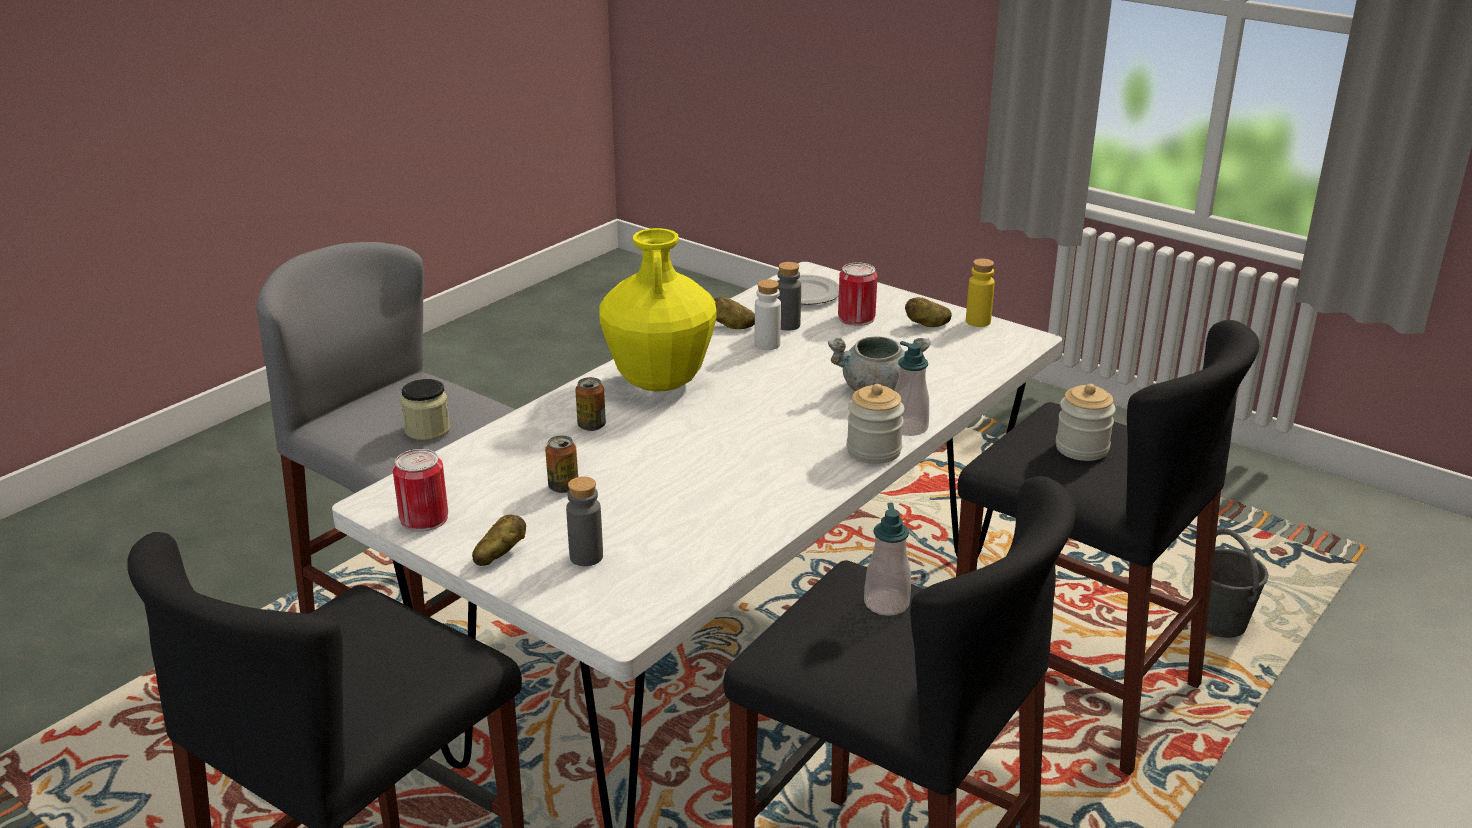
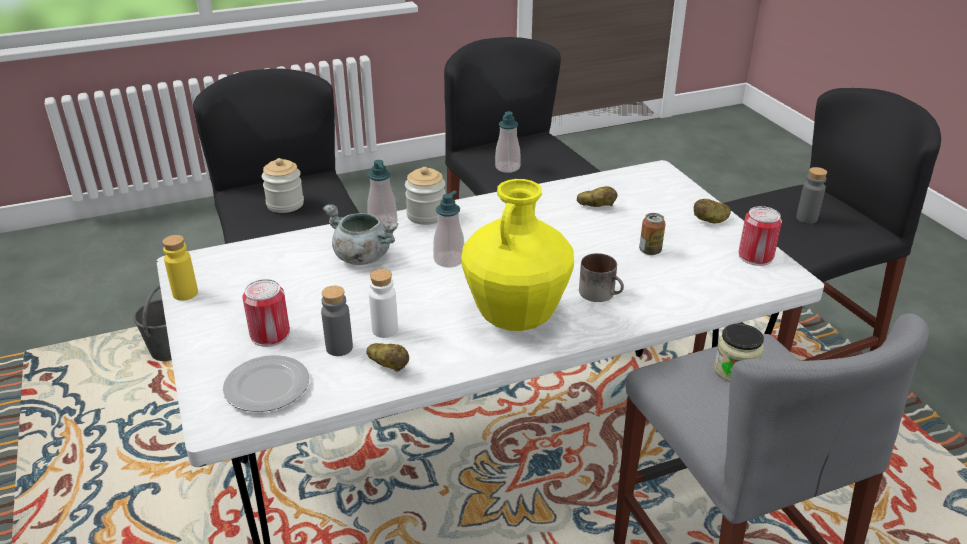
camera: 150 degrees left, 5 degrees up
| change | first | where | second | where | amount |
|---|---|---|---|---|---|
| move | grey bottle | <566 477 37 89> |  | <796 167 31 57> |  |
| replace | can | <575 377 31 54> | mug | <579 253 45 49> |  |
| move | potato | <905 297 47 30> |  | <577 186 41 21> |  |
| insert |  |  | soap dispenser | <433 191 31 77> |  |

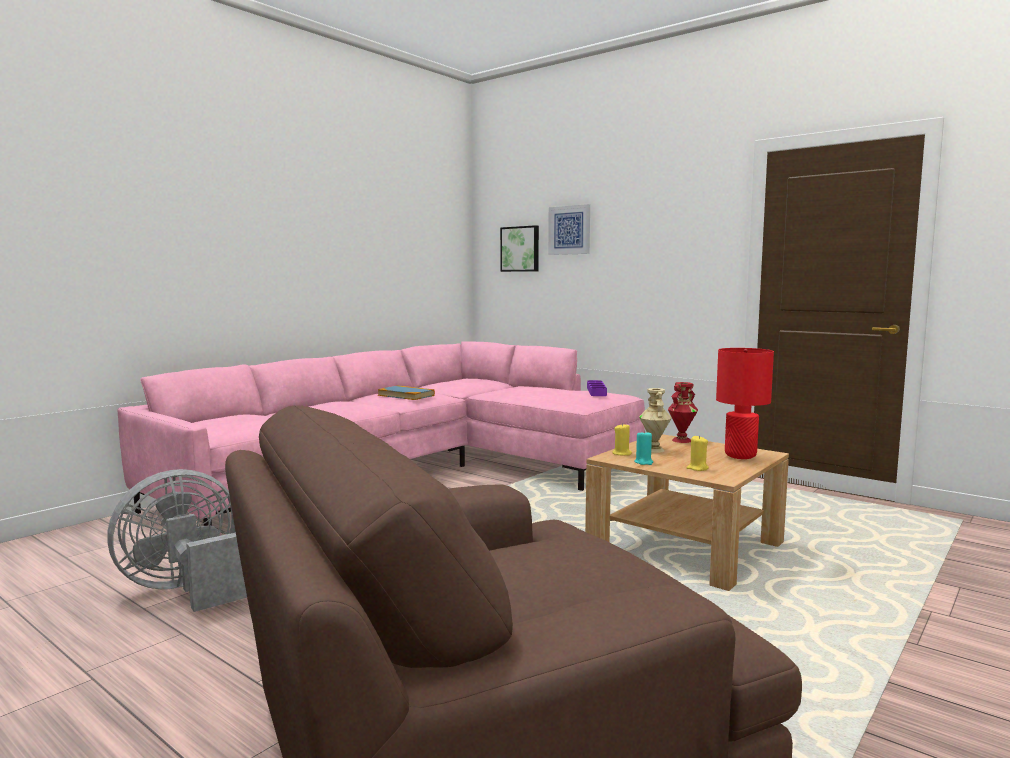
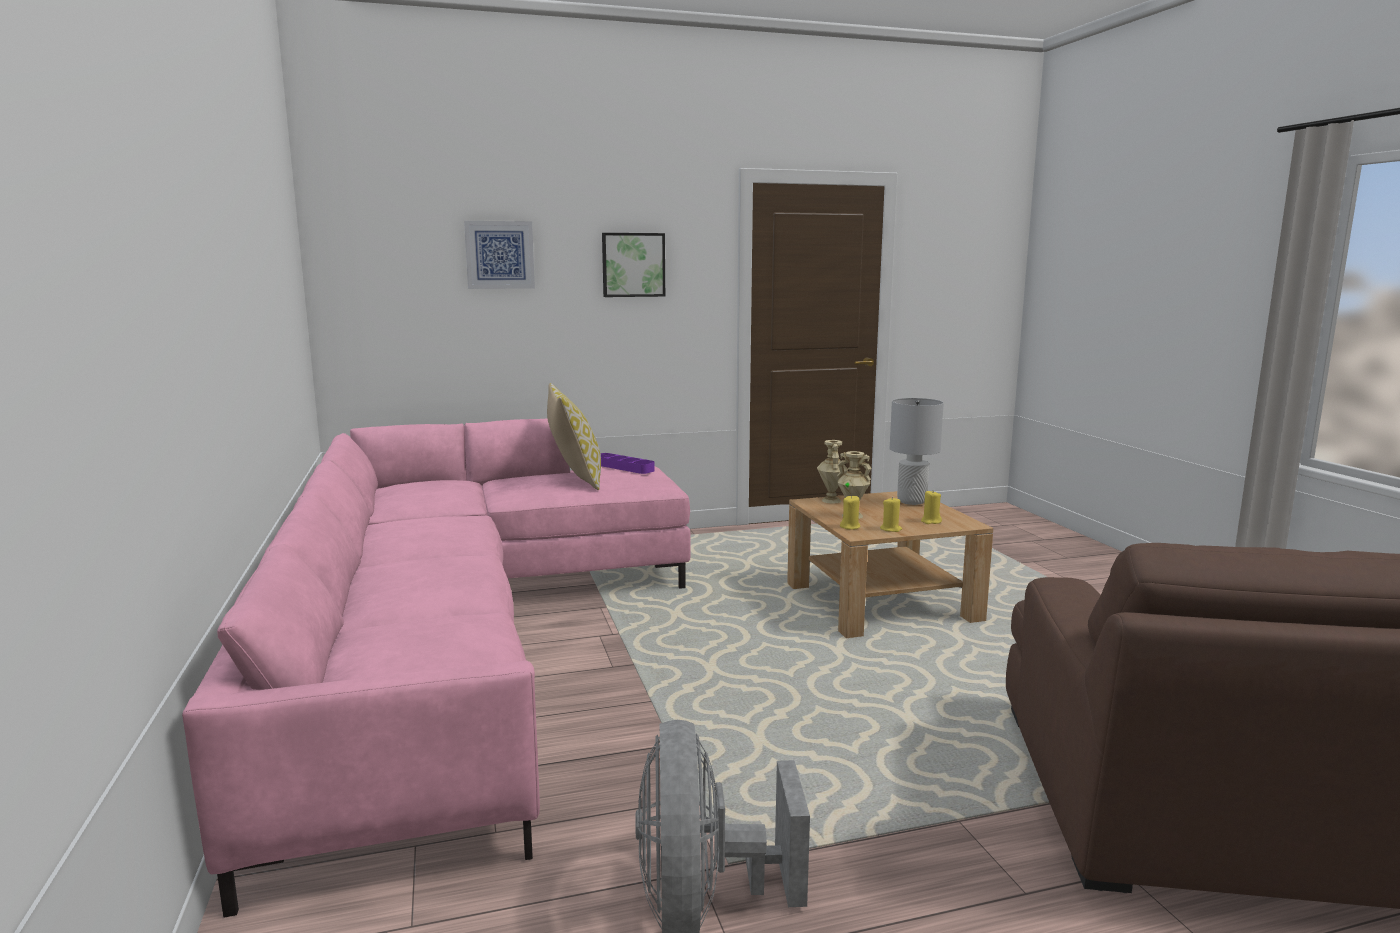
camera: 55 degrees left, 5 degrees up
| change | first | where | second | where | amount |
|---|---|---|---|---|---|
| delete | book | <378 385 57 15> |  |  |  |
| move | picture | <500 225 39 47> |  | <602 233 63 64> |  |
| recolor | turquoise candle | <634 430 19 35> | yellow candle | <880 497 22 35> |  |
| recolor | red vase | <668 382 30 61> | beige vase | <817 440 31 64> |  |
| recolor | red table lamp | <716 348 58 111> | grey table lamp | <890 398 54 107> |  |
| insert |  |  | pillow | <547 383 54 107> |  |

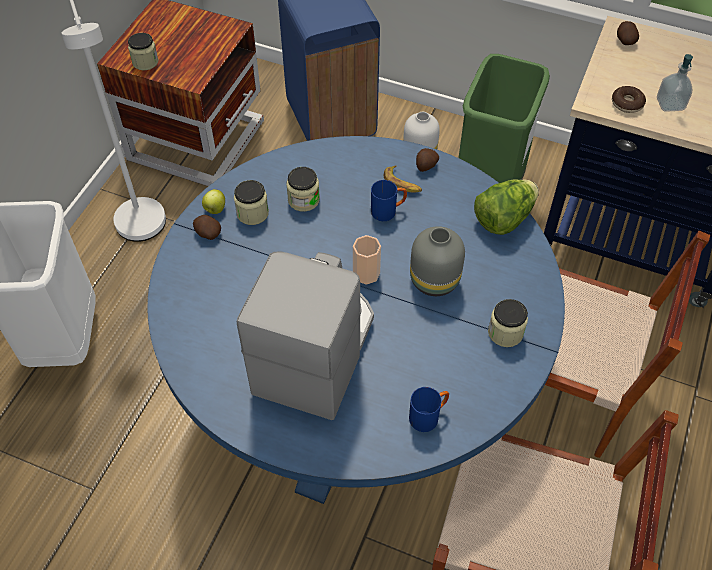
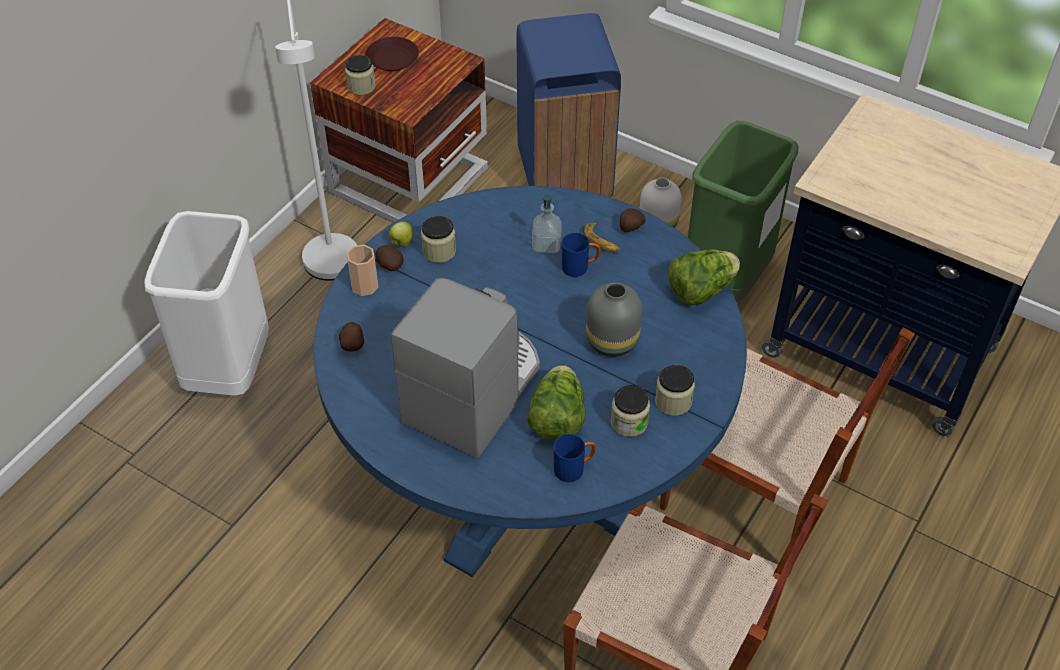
camera: 10 degrees right, 5 degrees down
| change | first | where | second | where | amount |
|---|---|---|---|---|---|
| move | jar | <286 167 34 45> |  | <610 385 40 52> |  |
| move | cup | <353 235 28 50> |  | <346 244 32 52> |  |
| delete | donut | <612 86 34 27> |  |  |  |
| move | potato | <617 21 22 24> |  | <339 322 25 30> |  |
| move | soap dispenser | <657 54 36 58> |  | <532 195 30 58> |  |
| insert |  |  | brown plate | <365 37 54 34> |  |
| insert |  |  | lettuce | <527 365 58 75> |  |

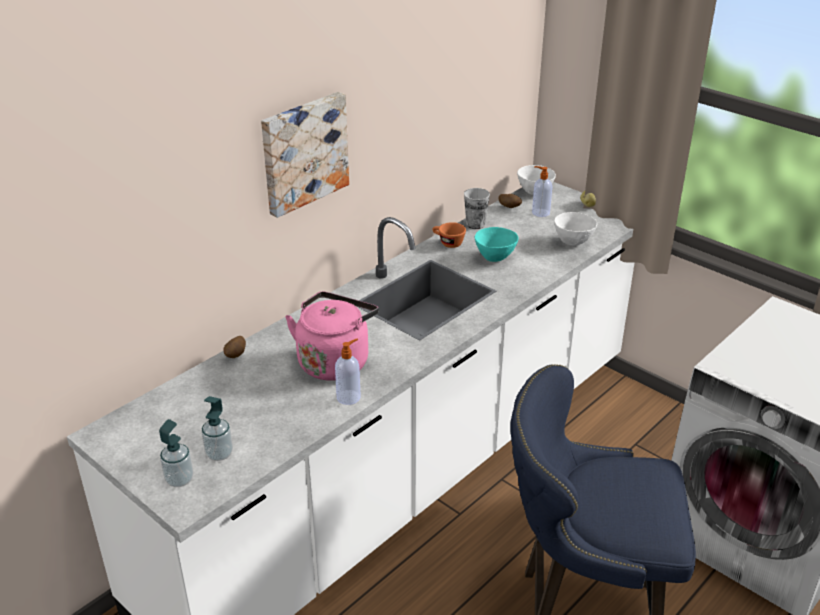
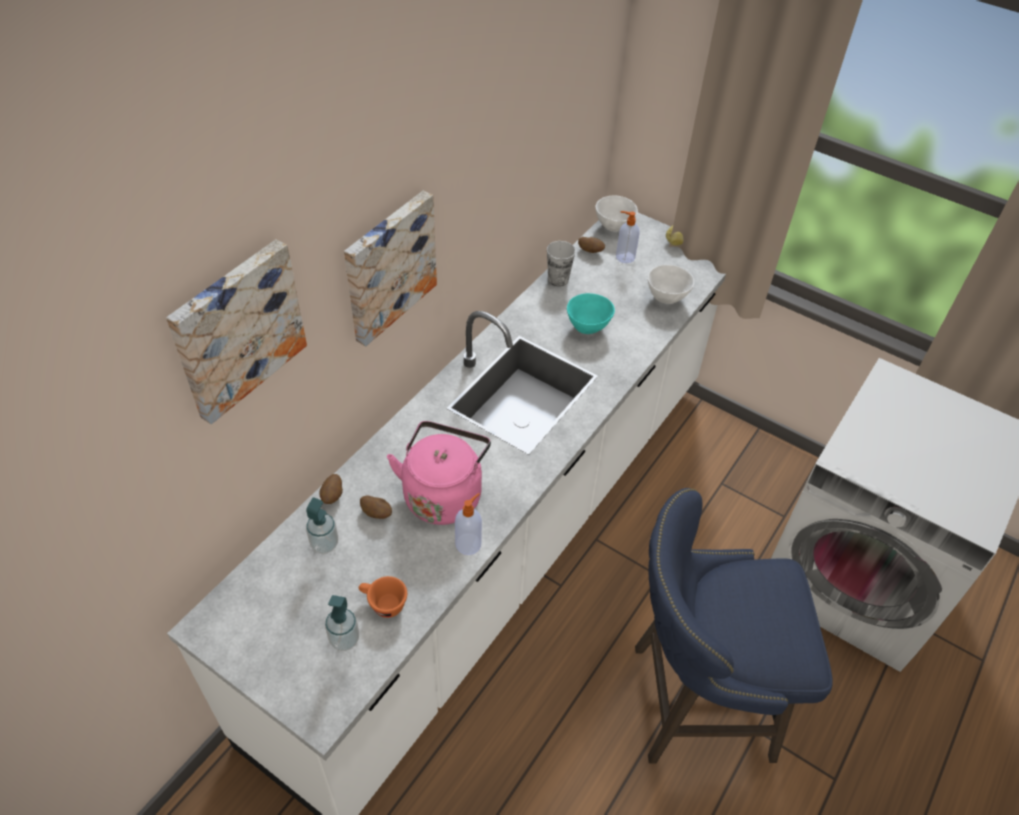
camera: 10 degrees left, 15 degrees up
| change | first | where | second | where | amount |
|---|---|---|---|---|---|
| move | soap dispenser | <159 419 35 68> |  | <306 497 32 57> |  |
| move | orange cup | <432 222 34 26> |  | <358 576 49 42> |  |
| insert |  |  | picture | <166 239 141 185> |  |
| insert |  |  | potato | <360 495 32 24> |  |

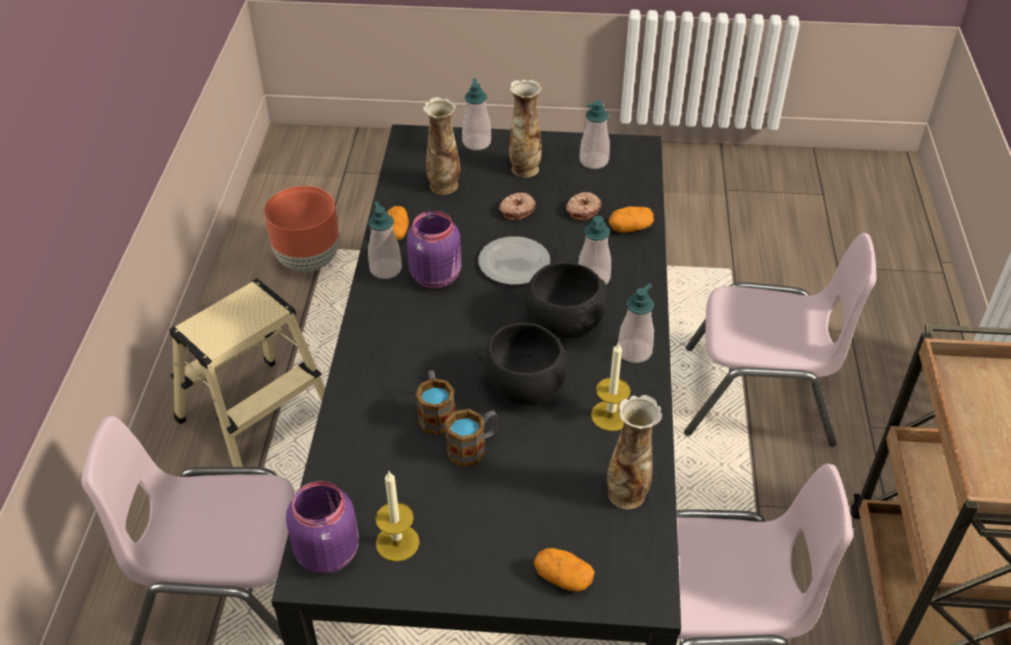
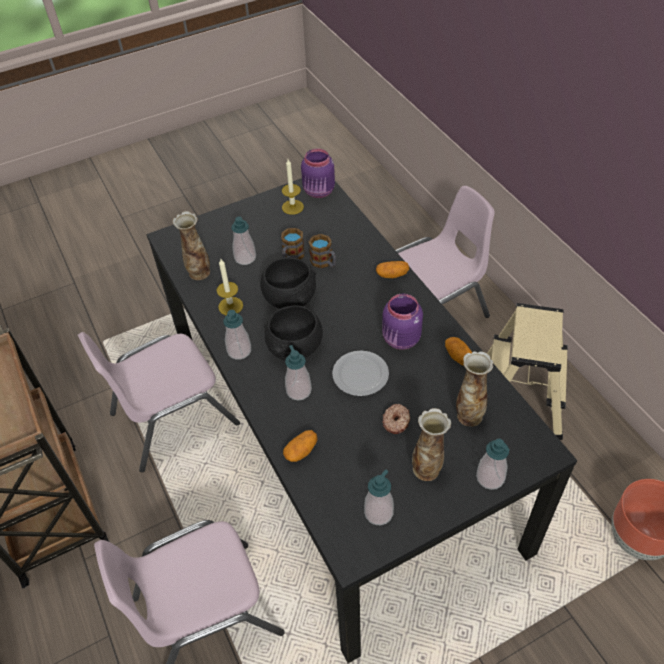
camera: 150 degrees right, 5 degrees up
| change | first | where | second | where | amount |
|---|---|---|---|---|---|
| move | soap dispenser | <368 201 34 78> |  | <231 217 25 48> |  |
| move | potato | <533 548 62 44> |  | <376 261 33 17> |  |
| delete | donut | <566 192 35 28> |  |  |  |

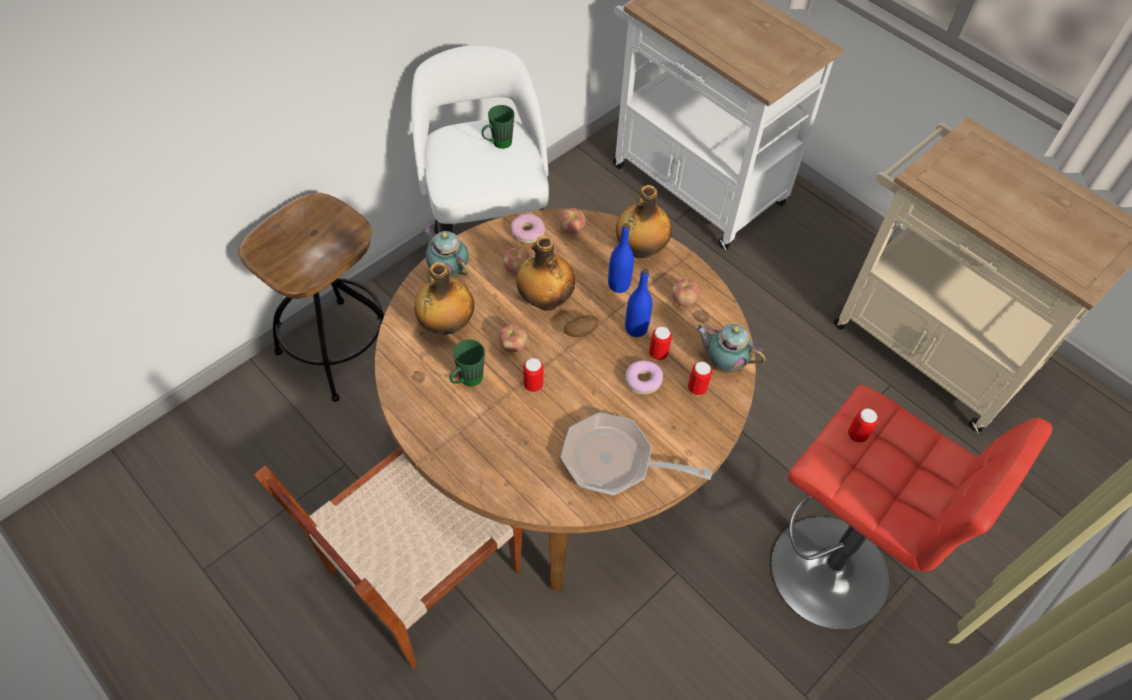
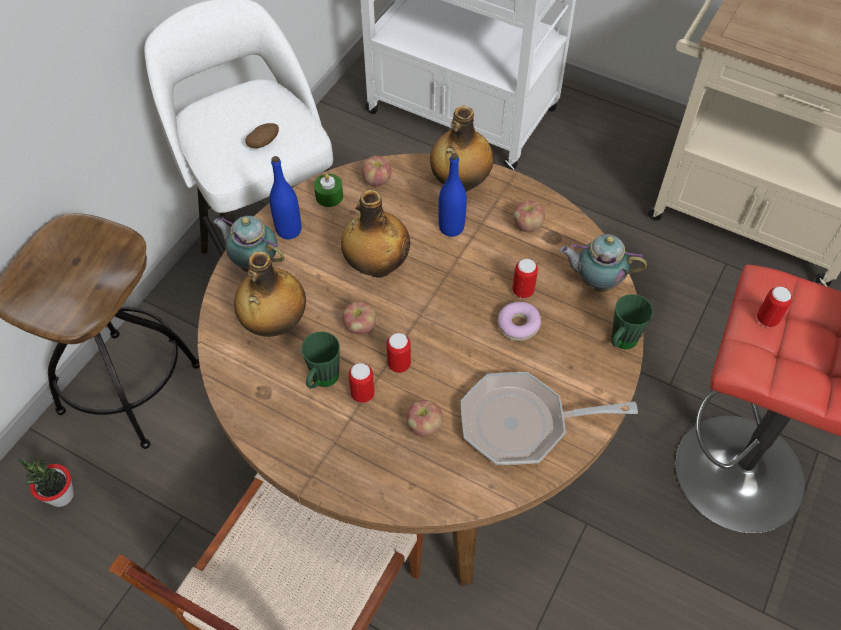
camera: 15 degrees left, 0 degrees up
| change | first | where | second | where | amount |
|---|---|---|---|---|---|
| move | green mug | <481 105 33 44> |  | <612 294 41 55> |  |
| move | apple | <504 247 26 28> |  | <407 400 36 37> |  |
| replace | donut | <511 214 34 29> | green candle | <314 173 29 34> |  |
| move | potato | <564 315 35 22> |  | <245 123 34 25> |  |
| move | blue bottle | <625 268 27 69> |  | <269 156 33 83> |  |
| move | can | <688 362 24 34> |  | <348 363 27 40> |  |
| insert |  |  | potted plant | <18 457 56 50> |  |

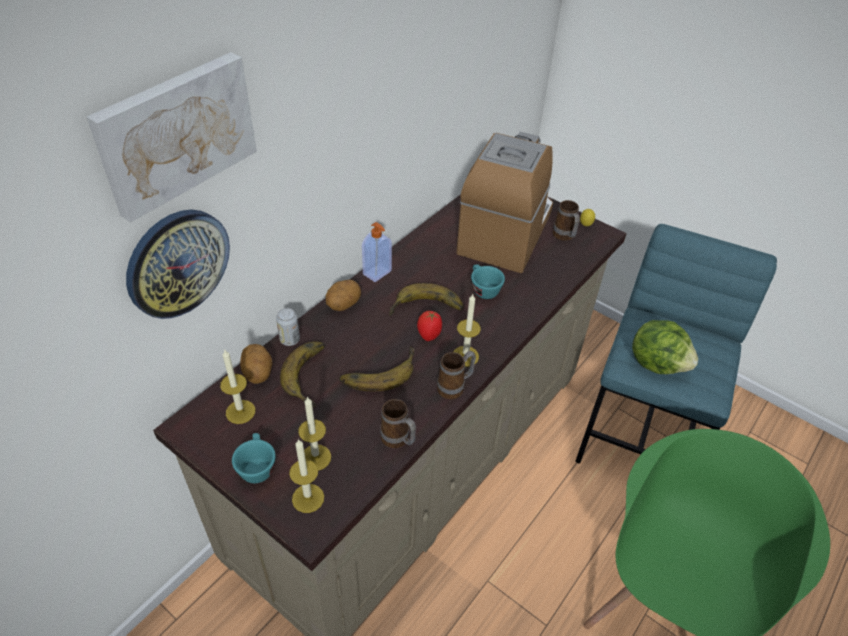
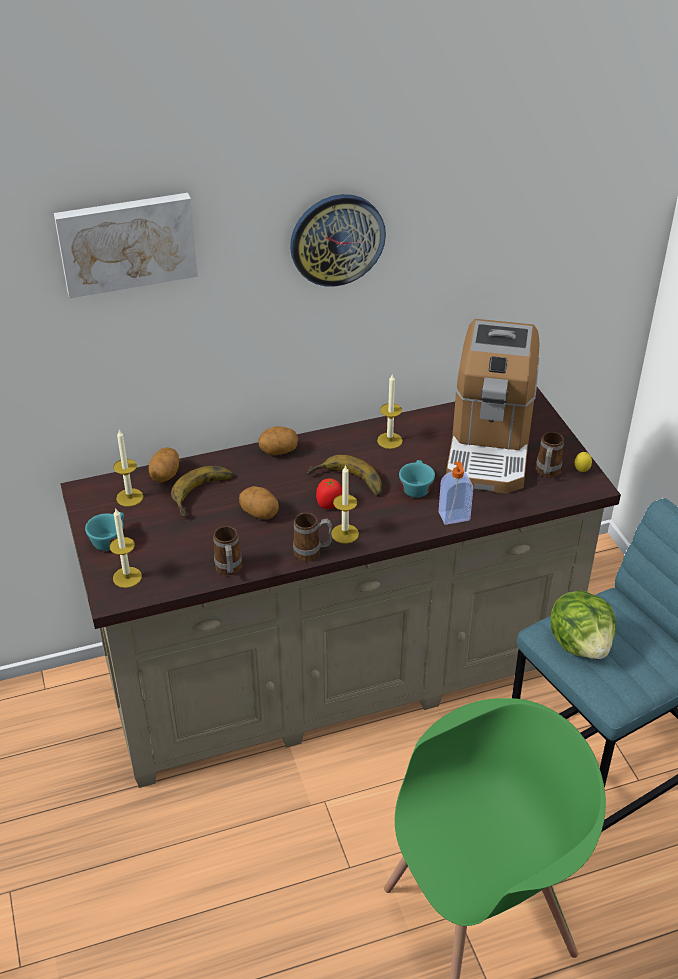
camera: 35 degrees right, 5 degrees down
| change | first | where | second | where | amount |
|---|---|---|---|---|---|
| move | wall clock | <126 209 104 110> |  | <290 194 96 93> |  |
| delete | can | <276 308 24 38> |  |  |  |
| move | candle | <298 397 33 74> |  | <377 374 26 75> |  |
| replace | banana | <339 347 76 45> | potato | <239 486 40 33> |  |
| move | soap dispenser | <362 222 30 60> |  | <439 461 34 64> |  |
| rotate | coffee machine | <456 132 97 141> |  | <446 319 93 175> | 135 degrees clockwise |

